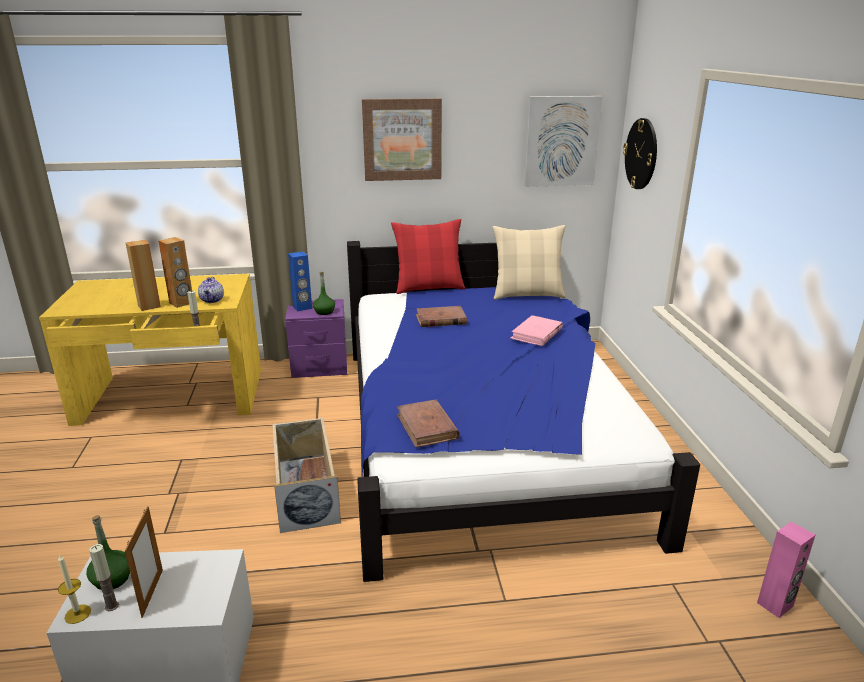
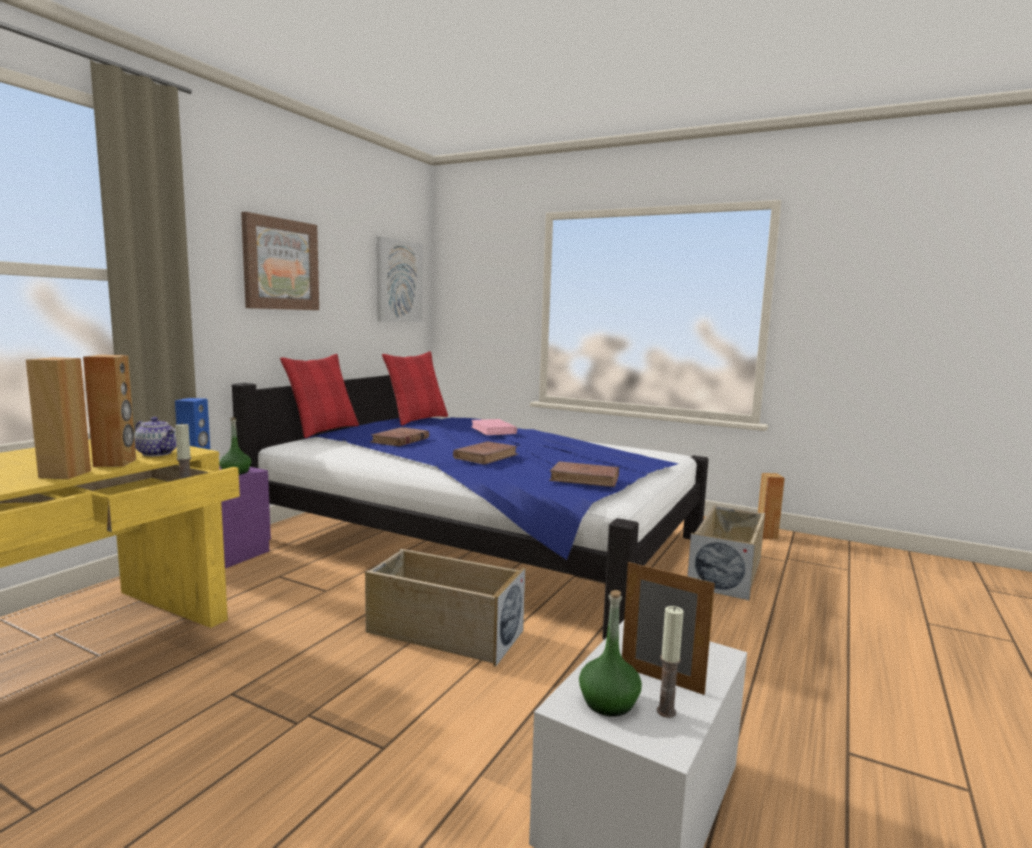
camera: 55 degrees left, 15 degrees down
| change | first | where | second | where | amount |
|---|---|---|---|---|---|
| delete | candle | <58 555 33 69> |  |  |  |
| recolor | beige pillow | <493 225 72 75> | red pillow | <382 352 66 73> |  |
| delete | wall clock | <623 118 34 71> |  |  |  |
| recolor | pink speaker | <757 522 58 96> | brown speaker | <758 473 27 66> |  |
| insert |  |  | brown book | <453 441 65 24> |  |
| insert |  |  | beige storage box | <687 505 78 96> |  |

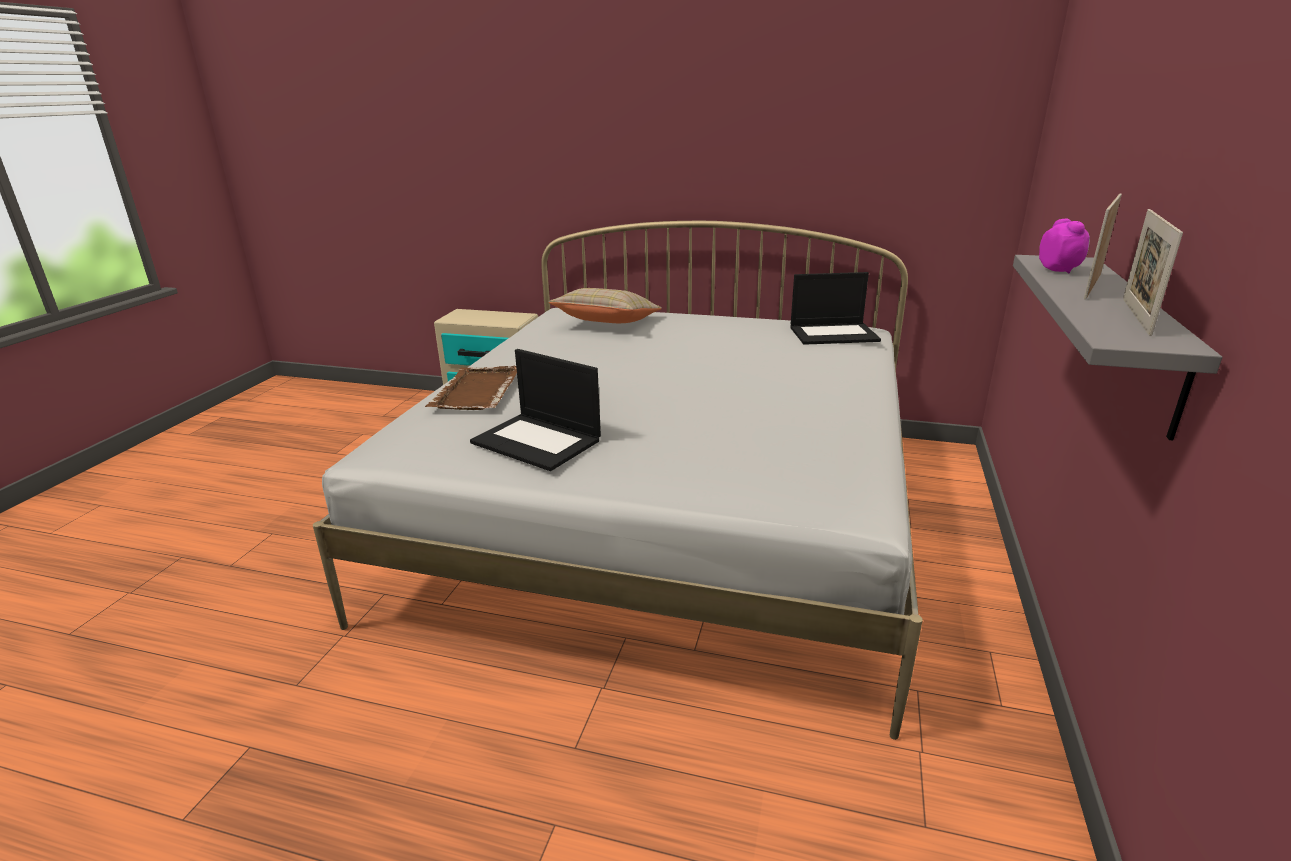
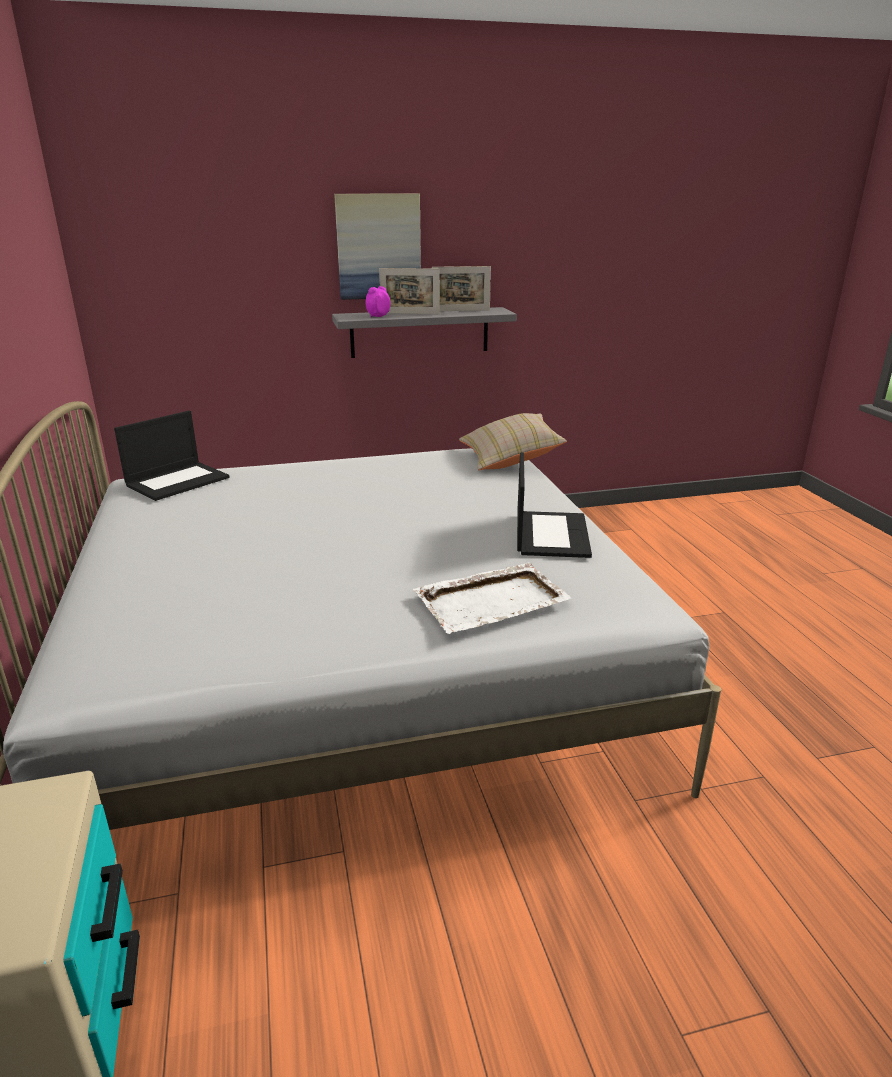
camera: 120 degrees left, 0 degrees up
| change | first | where | second | where | amount |
|---|---|---|---|---|---|
| recolor | brown tray | <425 366 92 44> | white tray | <413 562 159 72> |  |
| move | beige pillow | <548 288 114 35> |  | <459 413 108 57> |  |
| rotate | laptop | <790 272 91 73> |  | <114 411 116 90> | 75 degrees clockwise |
| insert |  |  | picture | <334 193 87 107> |  |

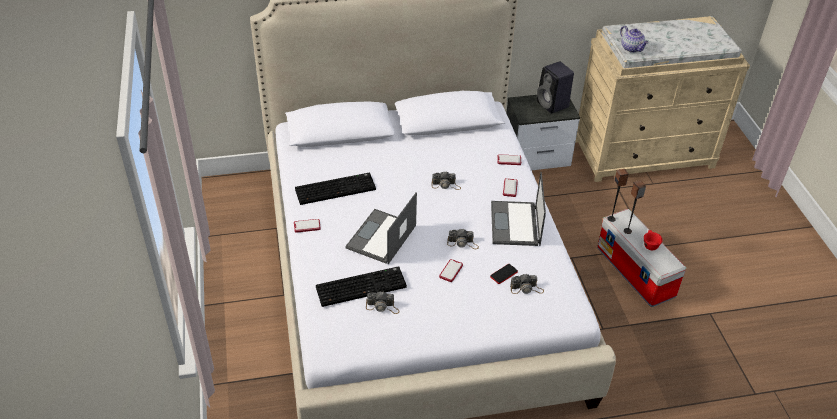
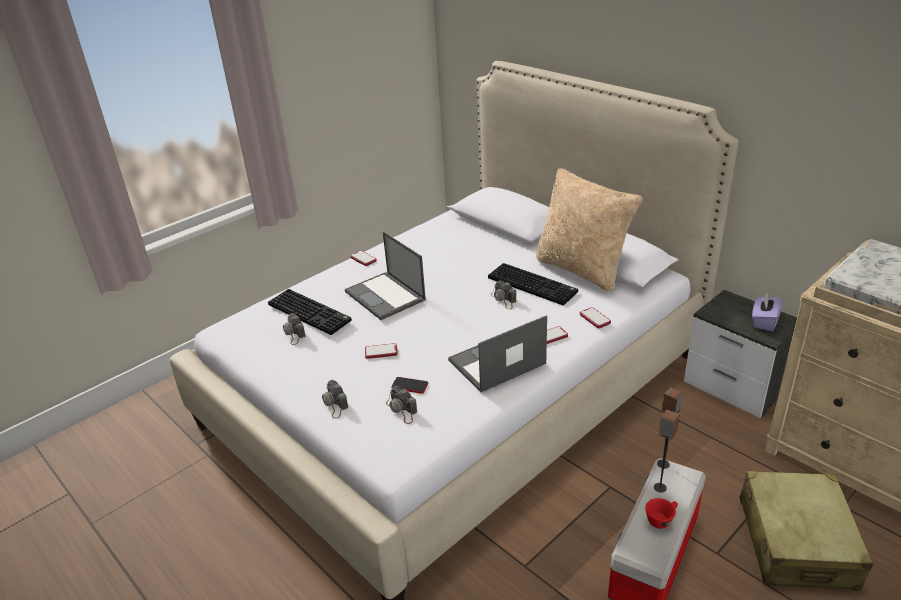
camera: 60 degrees right, 10 degrees down
| change | first | where | second | where | amount |
|---|---|---|---|---|---|
| move | keyboard | <295 173 81 32> |  | <488 263 90 42> |  |
| rotate | laptop | <345 192 72 72> |  | <345 232 81 88> | 120 degrees counterclockwise |
| move | photo camera | <447 229 32 20> |  | <322 380 26 39> |  |
| replace | black speaker | <537 61 37 53> | purple tissue box | <752 293 30 38> |  |
| delete | teapot | <620 26 28 27> |  |  |  |
| insert |  |  | beige pillow | <536 168 107 123> |  |
| insert |  |  | beige suitcase | <740 471 133 120> |  |

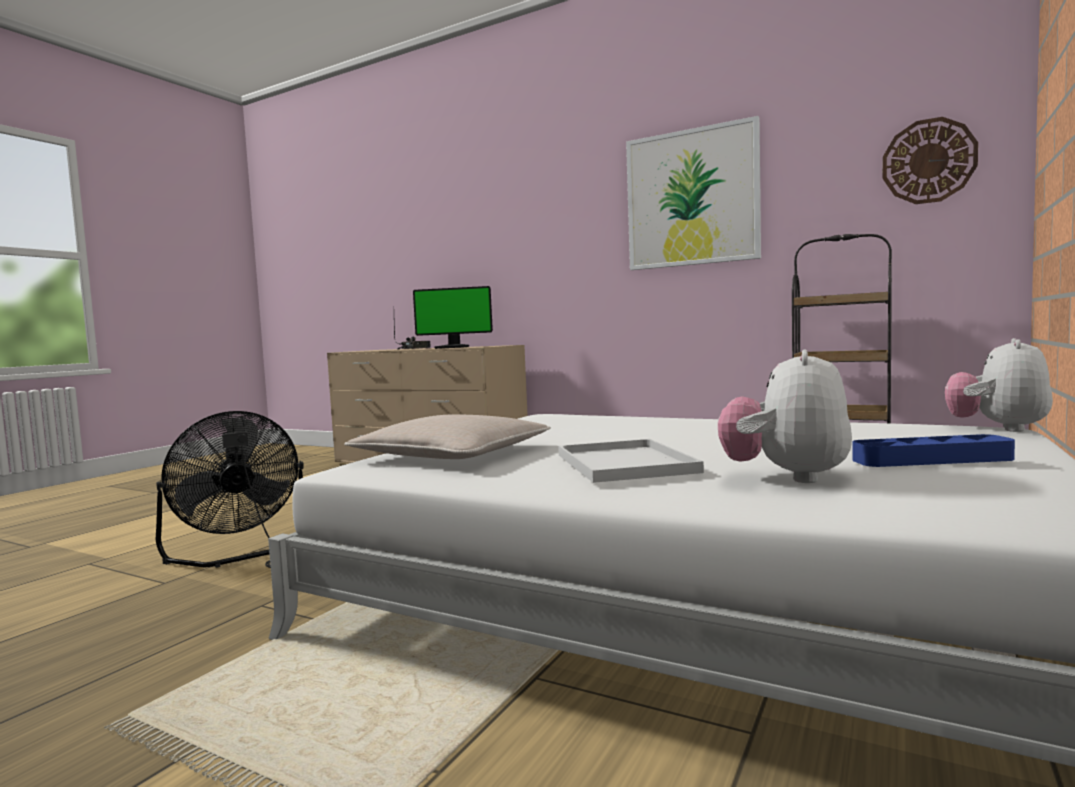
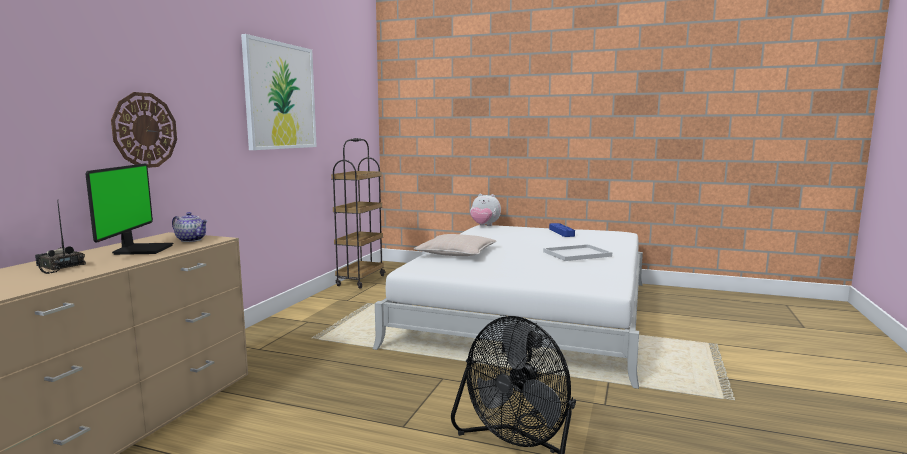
camera: 100 degrees left, 5 degrees up
| change | first | where | second | where | amount |
|---|---|---|---|---|---|
| move | beige pillow | <344 414 207 45> |  | <414 234 83 22> |  |
| delete | plush toy | <718 350 134 133> |  |  |  |
| move | wall clock | <883 117 95 87> |  | <111 92 66 76> |  |
| insert |  |  | teapot | <172 212 36 30> |  |

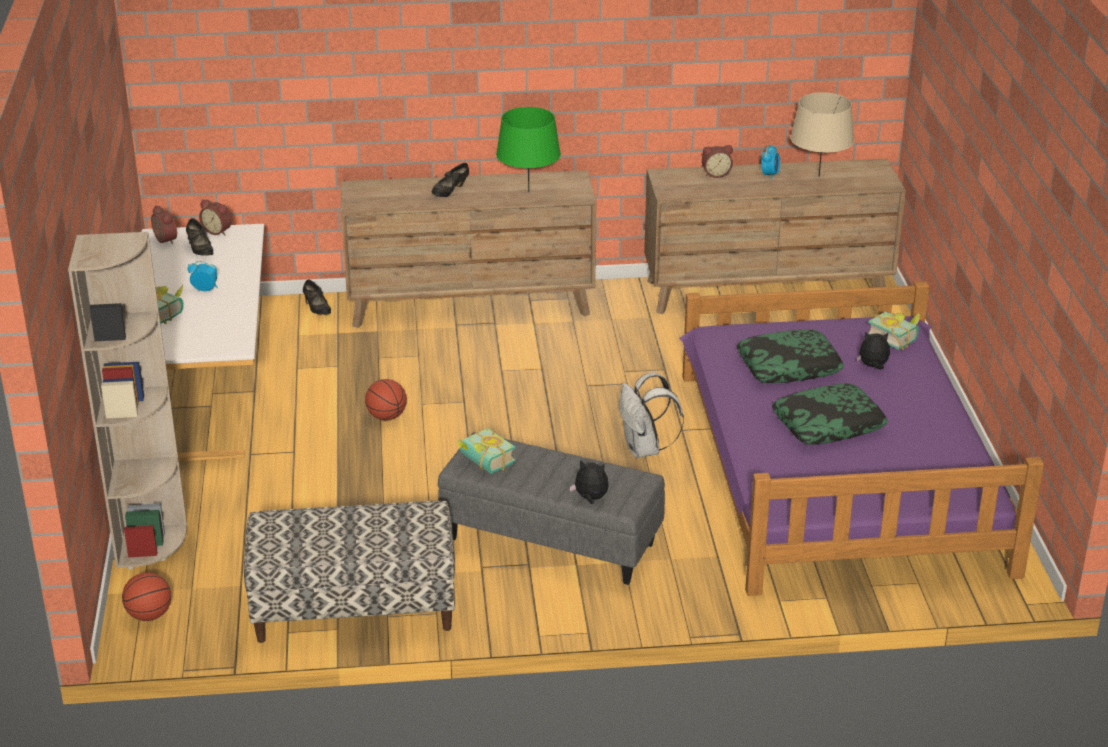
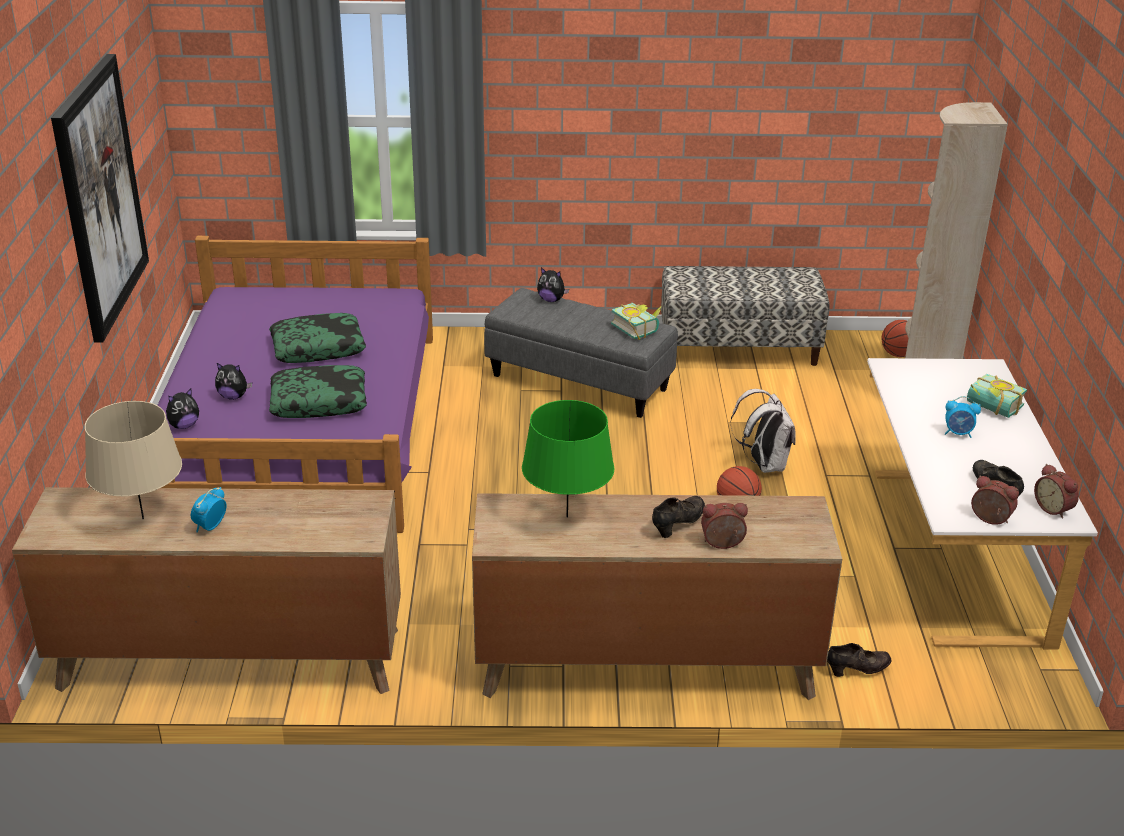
camera: 175 degrees left, 0 degrees up
| change | first | where | second | where | amount |
|---|---|---|---|---|---|
| rotate | black shoe | <303 279 28 36> |  | <827 643 64 34> | 105 degrees clockwise |
| move | white backpack | <619 372 65 86> |  | <730 389 66 84> |  |
| move | alarm clock | <702 145 31 33> |  | <701 503 47 46> |  |
| replace | book | <868 311 52 39> | plush toy | <166 389 33 40> |  |
| insert |  |  | picture | <51 54 98 289> |  |

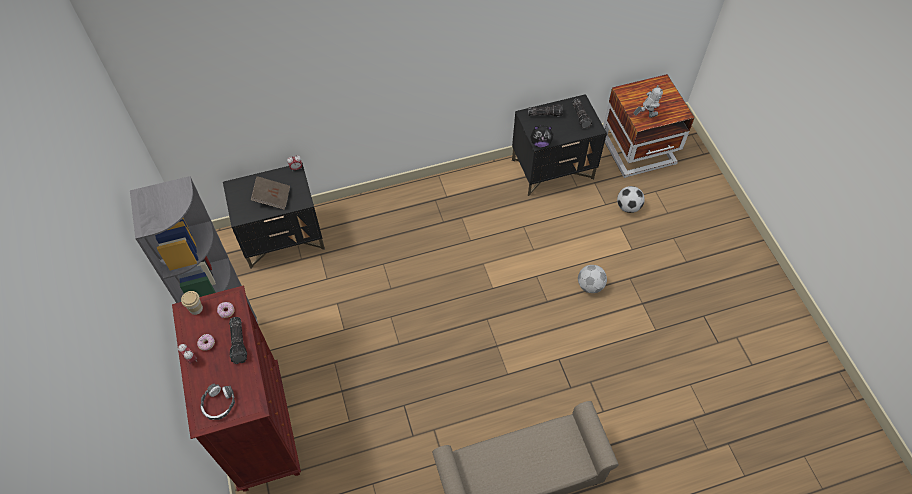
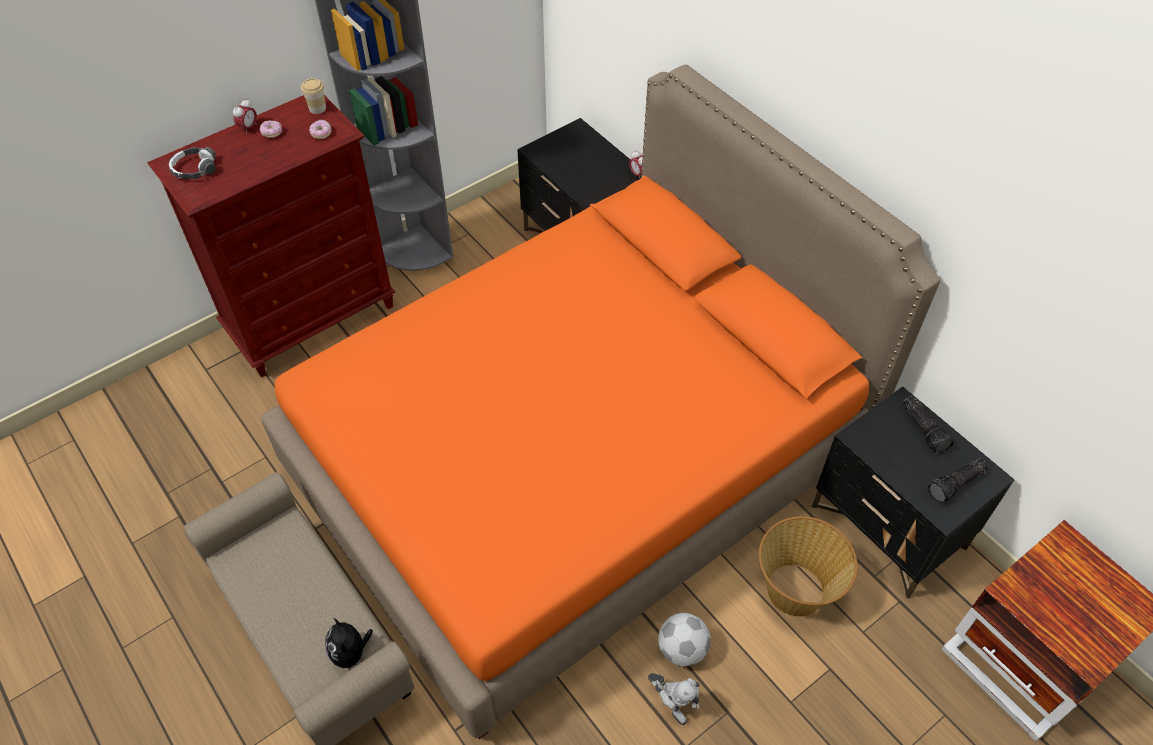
camera: 70 degrees right, 5 degrees down
| change | first | where | second | where | amount |
|---|---|---|---|---|---|
| delete | flashlight | <229 317 18 47> |  |  |  |
| delete | brown book | <251 176 39 34> |  |  |  |
| move | plush toy | <531 125 23 22> |  | <325 618 48 50> |  |
| delete | football | <617 186 28 27> |  |  |  |
| move | toy robot | <634 85 29 33> |  | <648 673 51 52> |  |
| insert |  |  | orange bed | <261 64 680 675> |  |
| insert |  |  | basket | <759 516 99 101> |  |

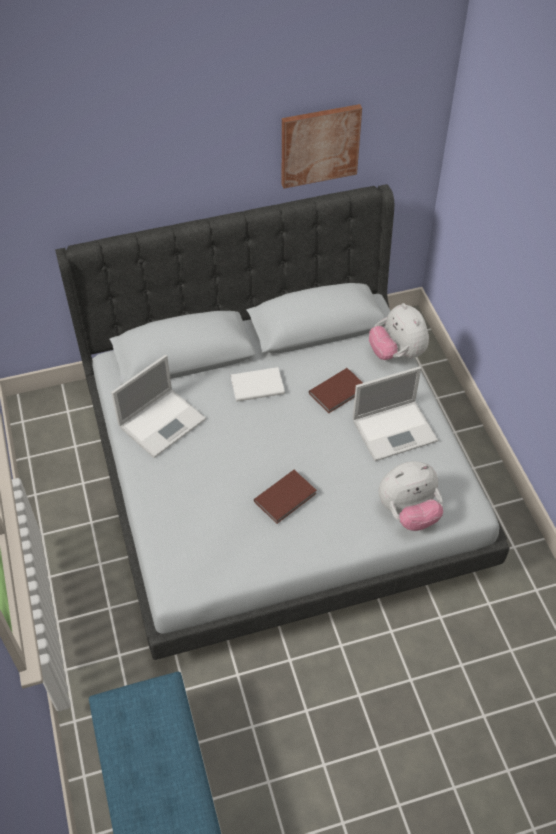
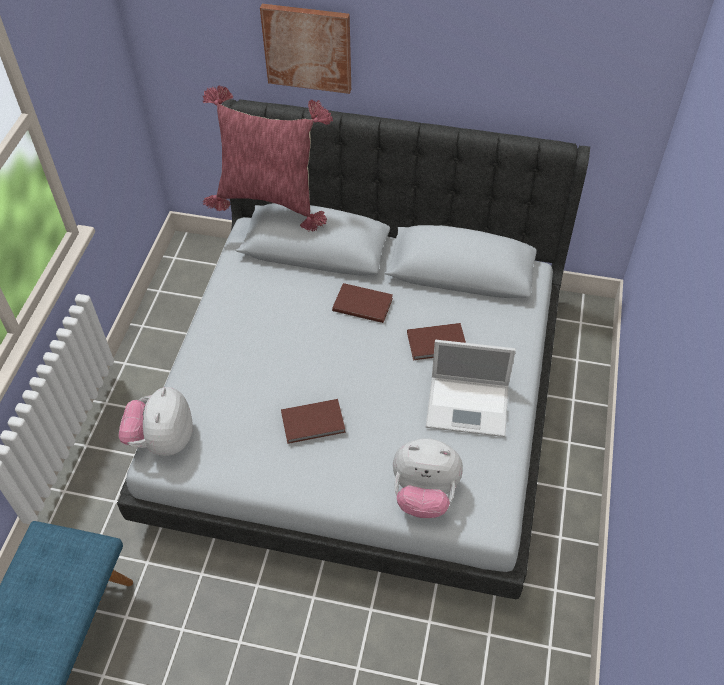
camera: 30 degrees right, 0 degrees up
| change | first | where | second | where | amount |
|---|---|---|---|---|---|
| delete | laptop | <111 355 95 103> |  |  |  |
| recolor | white book | <231 367 54 35> | brown book | <332 283 61 40> |  |
| move | picture | <282 104 80 85> |  | <260 4 91 90> |  |
| move | plush toy | <369 303 60 57> |  | <118 387 75 69> |  |
| insert |  |  | red pillow | <202 86 131 146> |  |

